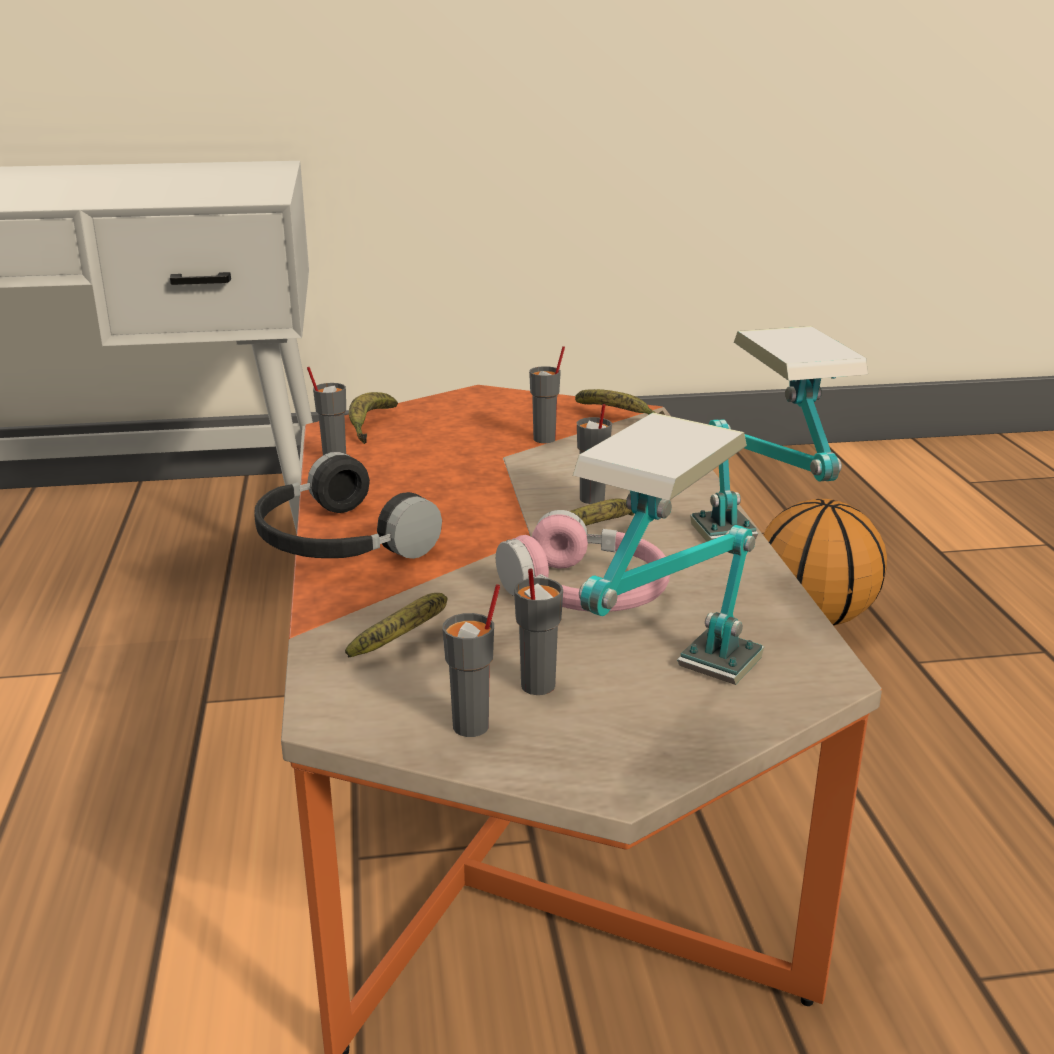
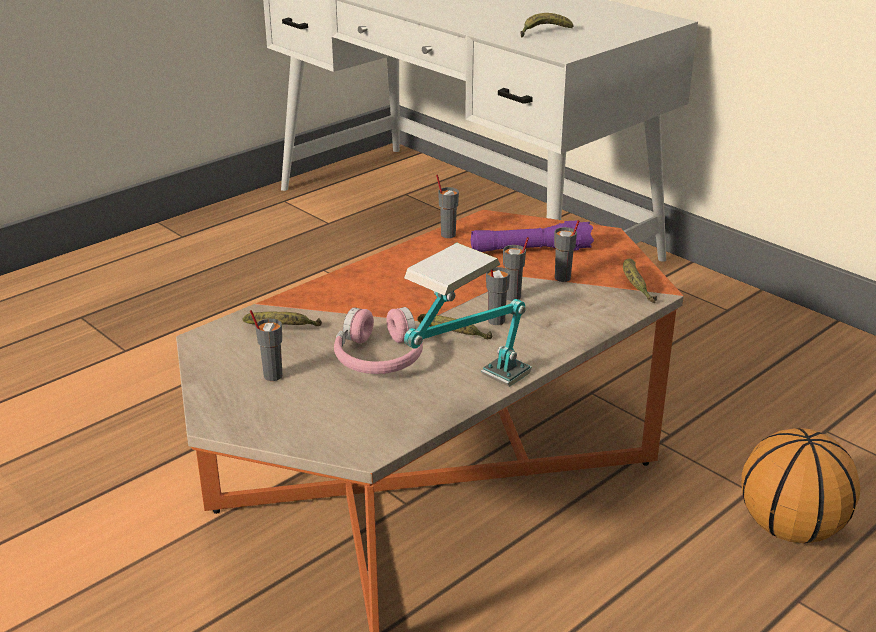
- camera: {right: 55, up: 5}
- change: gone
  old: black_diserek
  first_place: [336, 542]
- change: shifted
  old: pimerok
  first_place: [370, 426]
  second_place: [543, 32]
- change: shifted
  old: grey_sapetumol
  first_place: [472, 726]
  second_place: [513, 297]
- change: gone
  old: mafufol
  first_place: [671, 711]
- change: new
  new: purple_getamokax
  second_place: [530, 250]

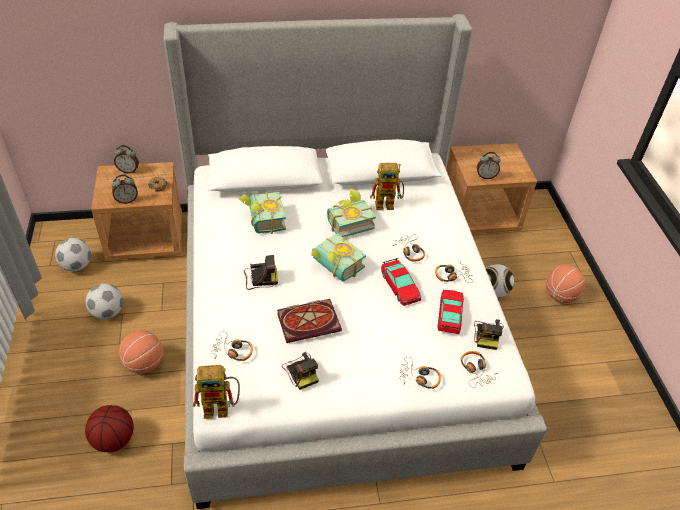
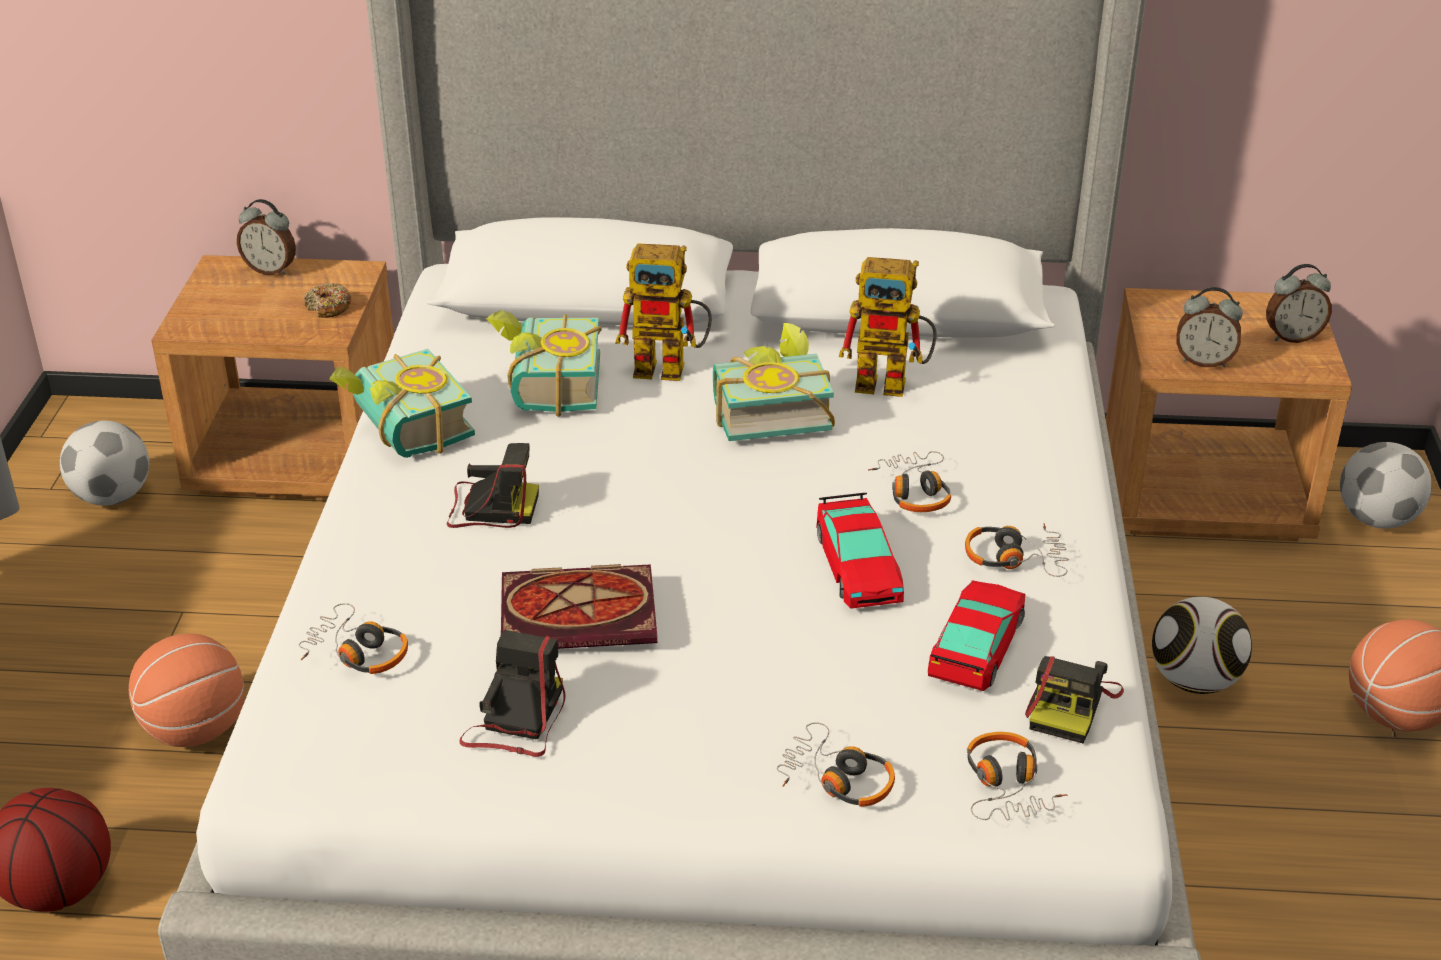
- camera: {right: 15, up: -10}
- change: shifted
  old: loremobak
  first_place: [108, 312]
  second_place: [1376, 519]
- change: shifted
  old: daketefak
  first_place: [127, 200]
  second_place: [1292, 337]
- change: shifted
  old: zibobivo
  first_place: [222, 407]
  second_place: [671, 368]
- change: rotated
  old: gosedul
  first_place: [301, 371]
  second_place: [517, 721]
  degrees: -150
- change: shifted
  old: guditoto
  first_place: [334, 268]
  second_place: [402, 432]

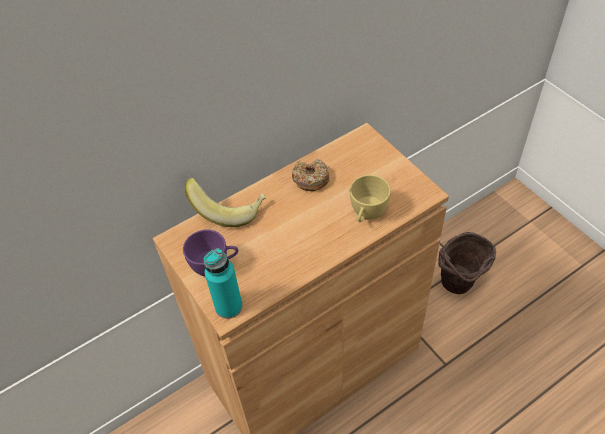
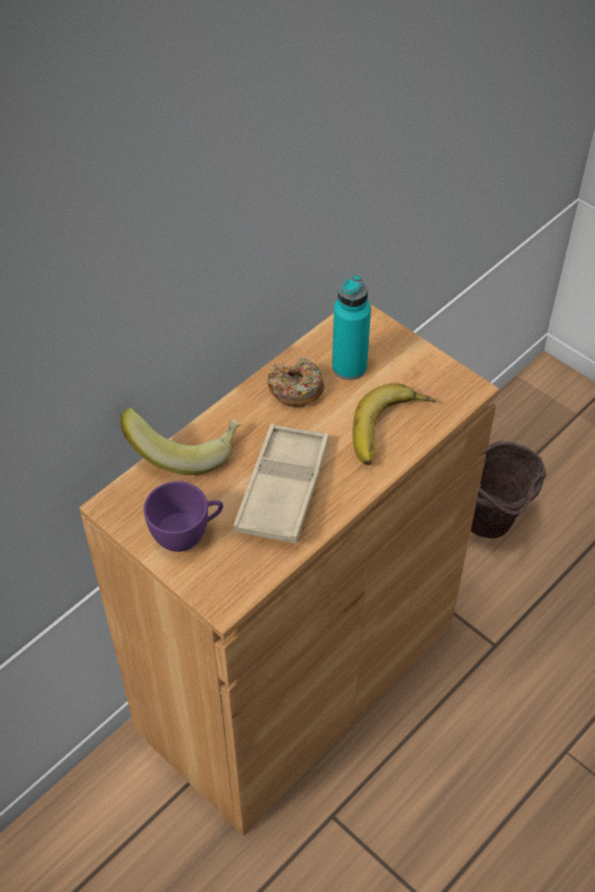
- camera: {right: -15, up: 0}
- change: shifted
  old: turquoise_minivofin
  first_place: [228, 306]
  second_place: [349, 367]
- change: swapped
  old: yellow_sapetumol
  new: pimerok
  first_place: [367, 215]
  second_place: [391, 430]
- change: new
  new: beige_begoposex
  second_place: [283, 489]

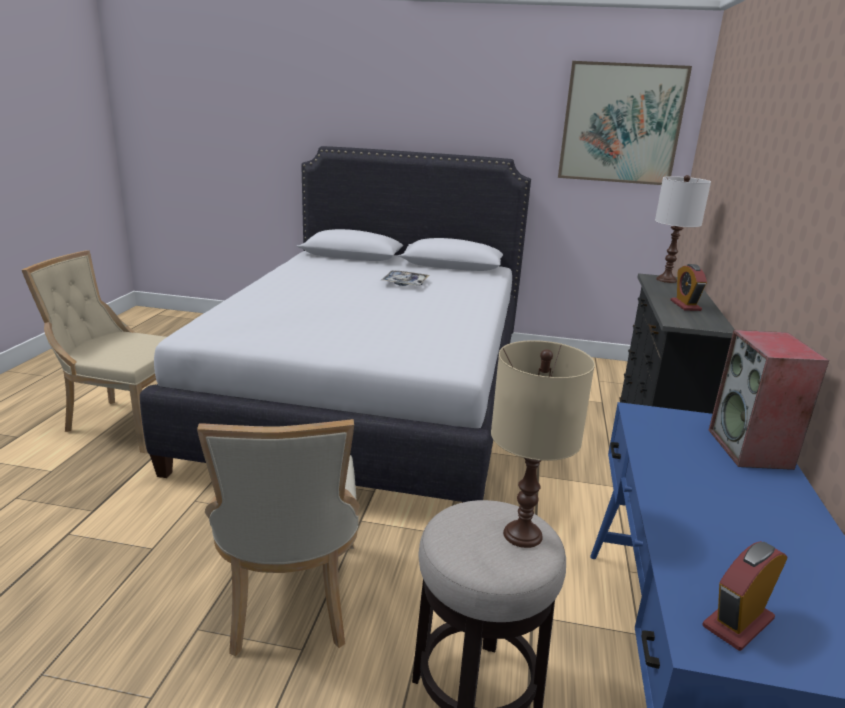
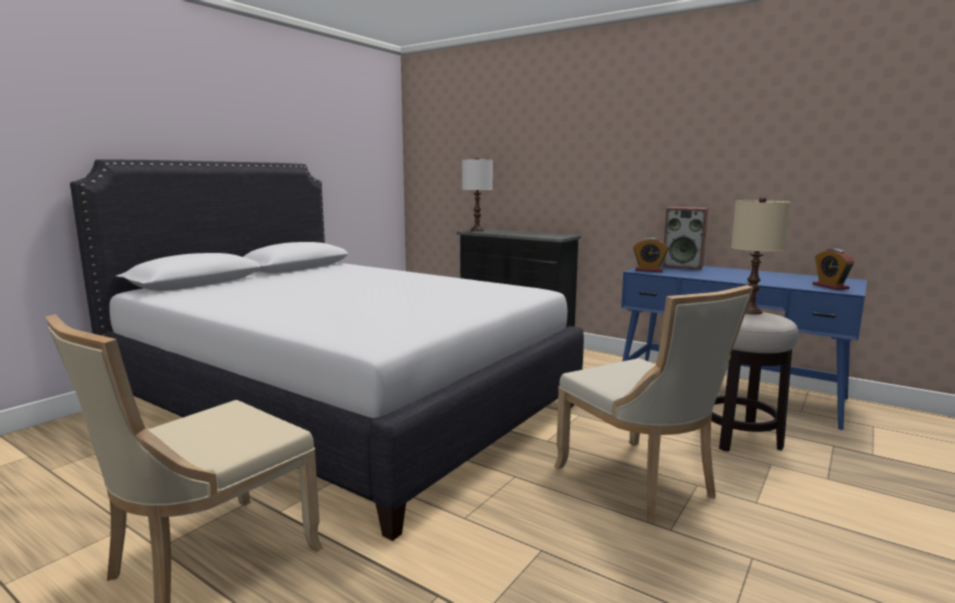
- camera: {right: -65, up: -10}
- change: rotated
  old: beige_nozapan
  first_place: [290, 600]
  second_place: [641, 482]
  degrees: 45
- change: gone
  old: begoposex
  first_place: [405, 283]
- change: gone
  old: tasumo
  first_place: [621, 124]
- change: shifted
  old: daketefak
  first_place: [685, 305]
  second_place: [649, 270]

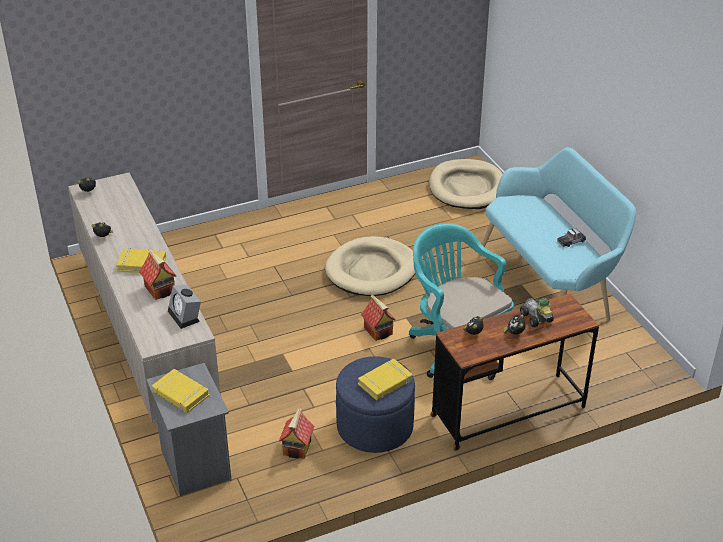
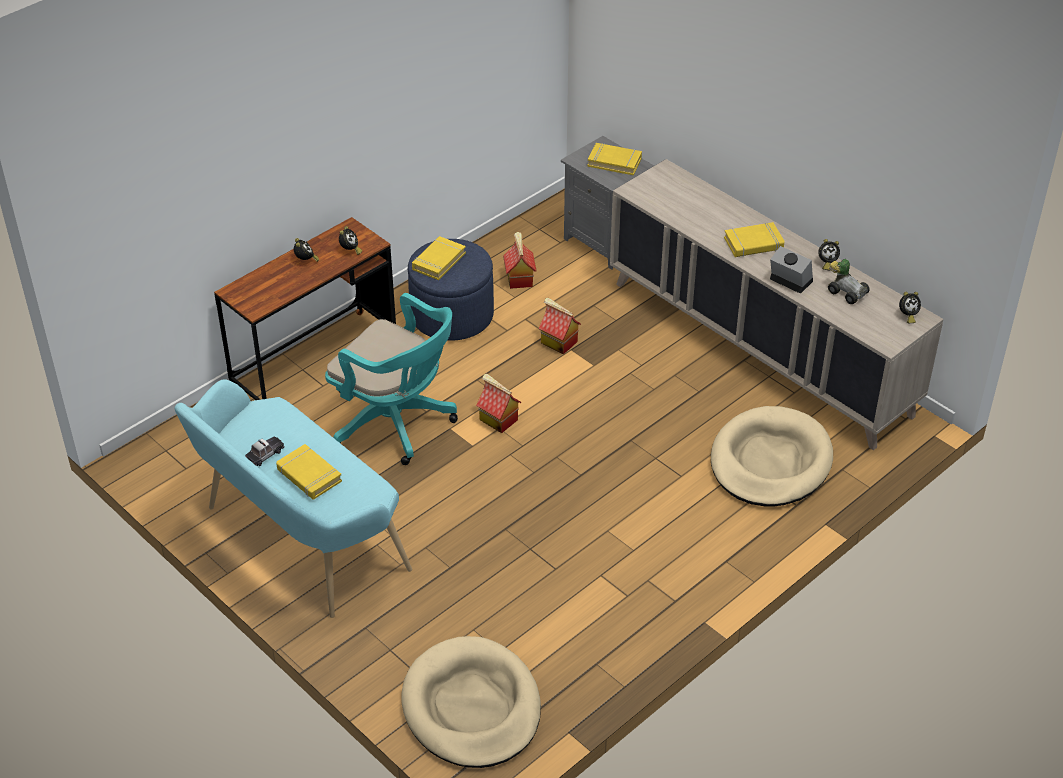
- camera: {right: 160, up: 5}
- change: shifted
  old: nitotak
  first_place: [160, 289]
  second_place: [558, 342]
- change: shifted
  old: daketefak
  first_place: [185, 316]
  second_place: [789, 281]
- change: shifted
  old: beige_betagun
  first_place: [372, 270]
  second_place: [770, 461]
- change: shifted
  old: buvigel
  first_place: [536, 319]
  second_place: [846, 291]
- change: new
  new: yellow_guditoto
  second_place: [309, 475]

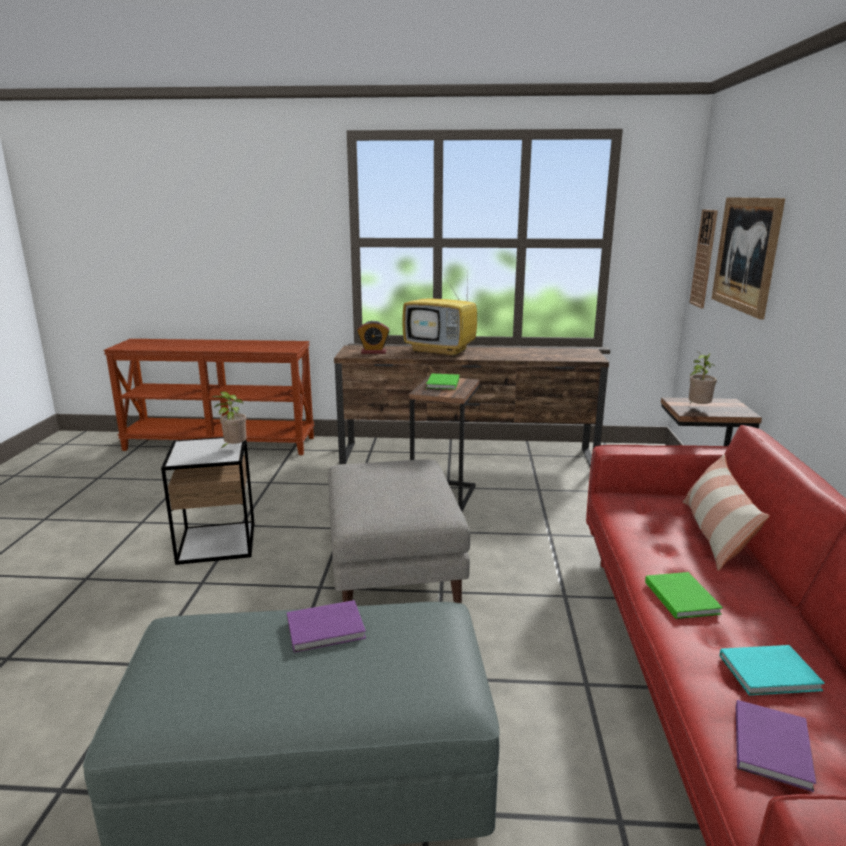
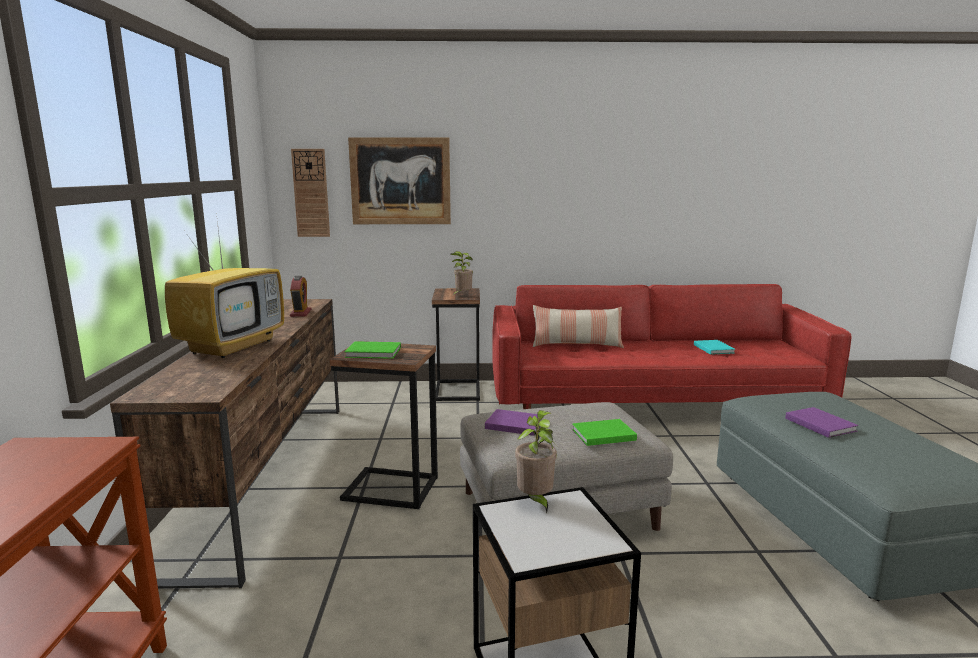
- camera: {right: -95, up: -5}
- change: shifted
  old: daketefak
  first_place: [373, 352]
  second_place: [300, 313]
- change: shifted
  old: green_guditoto
  first_place: [681, 596]
  second_place: [601, 434]
- change: shifted
  old: purple_guditoto
  first_place: [773, 745]
  second_place: [513, 424]

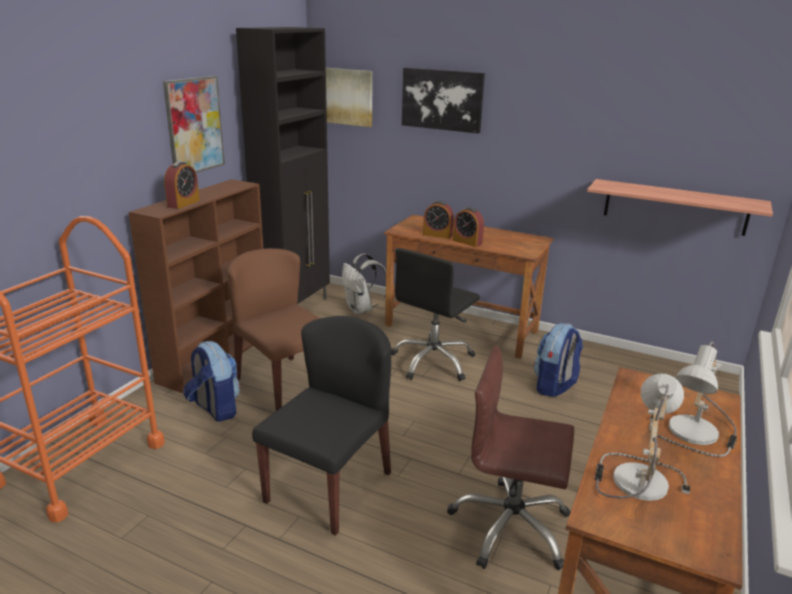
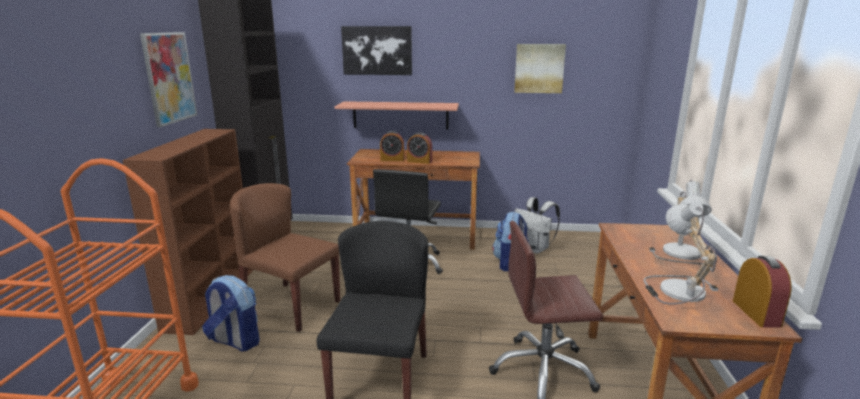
- camera: {right: -20, up: -5}
- change: shifted
  old: daketefak
  first_place: [183, 203]
  second_place: [756, 313]
- change: shifted
  old: tasumo
  first_place: [349, 97]
  second_place: [539, 68]
- change: shifted
  old: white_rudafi
  first_place: [361, 309]
  second_place: [534, 249]
- change: shifted
  old: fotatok
  first_place: [675, 207]
  second_place: [400, 115]

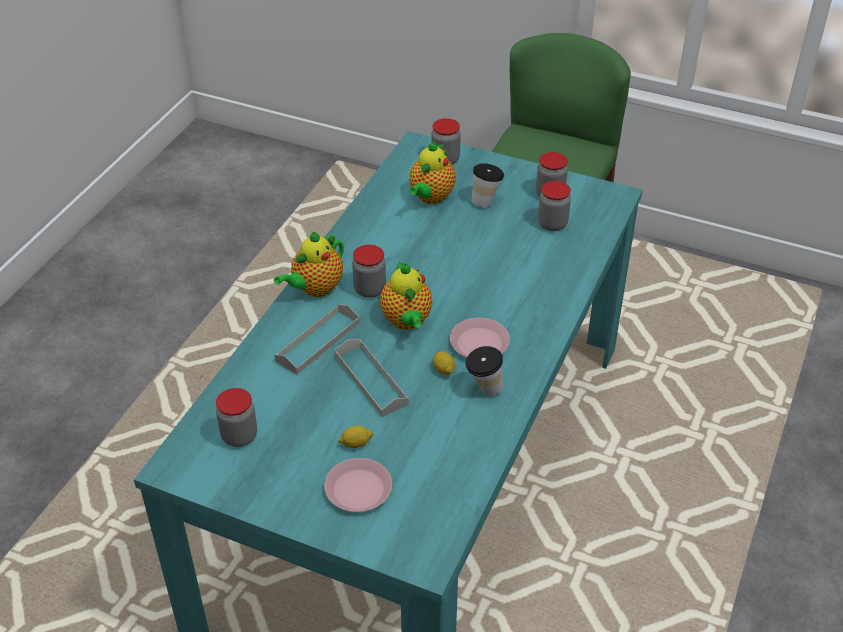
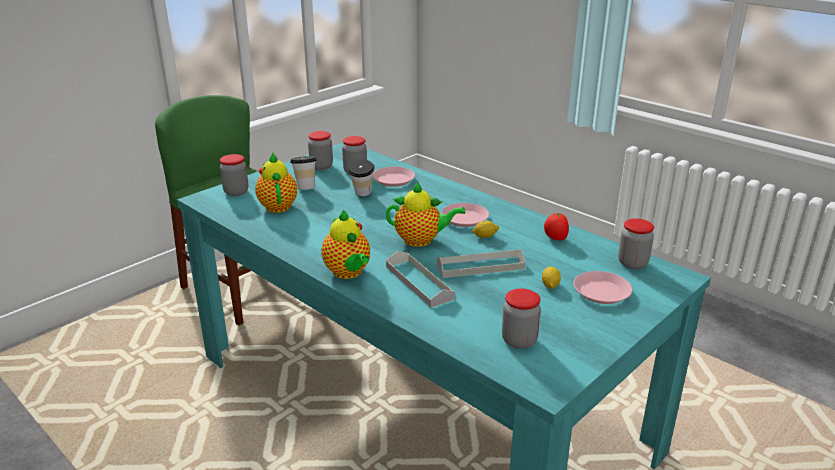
- camera: {right: -70, up: -15}
- change: shifted
  old: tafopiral
  first_place: [370, 289]
  second_place: [632, 263]
- change: rotated
  old: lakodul
  first_place: [430, 197]
  second_place: [277, 205]
  degrees: -150
- change: shifted
  old: sapetumol
  first_place: [483, 390]
  second_place: [362, 195]
- change: new
  new: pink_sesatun
  second_place: [393, 180]
- change: new
  new: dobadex
  second_place: [555, 238]

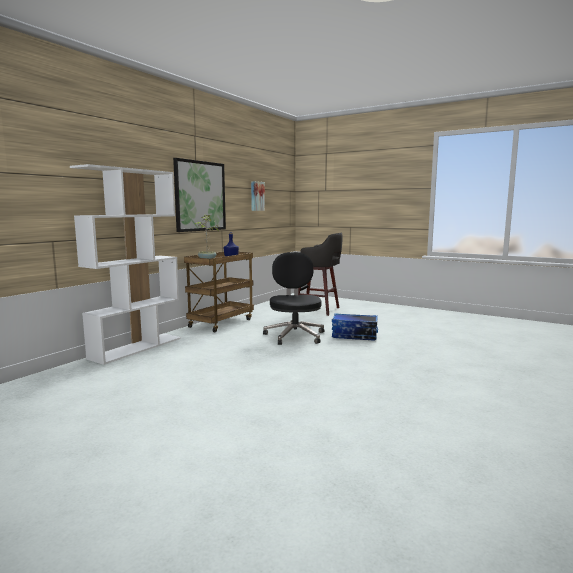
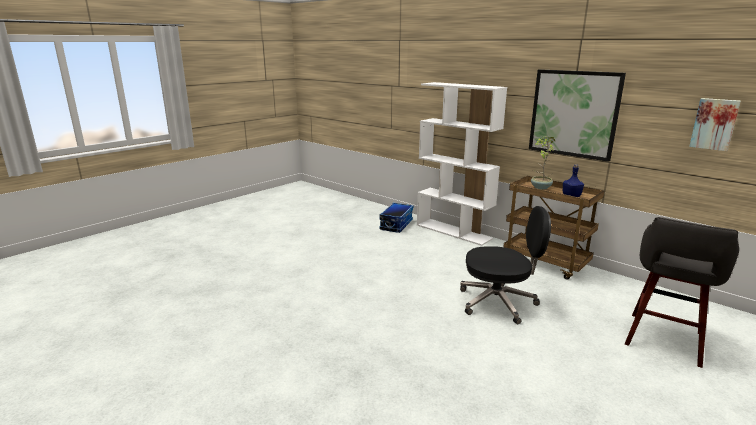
- camera: {right: 100, up: 10}
- change: shifted
  old: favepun
  first_place: [354, 336]
  second_place: [396, 225]

